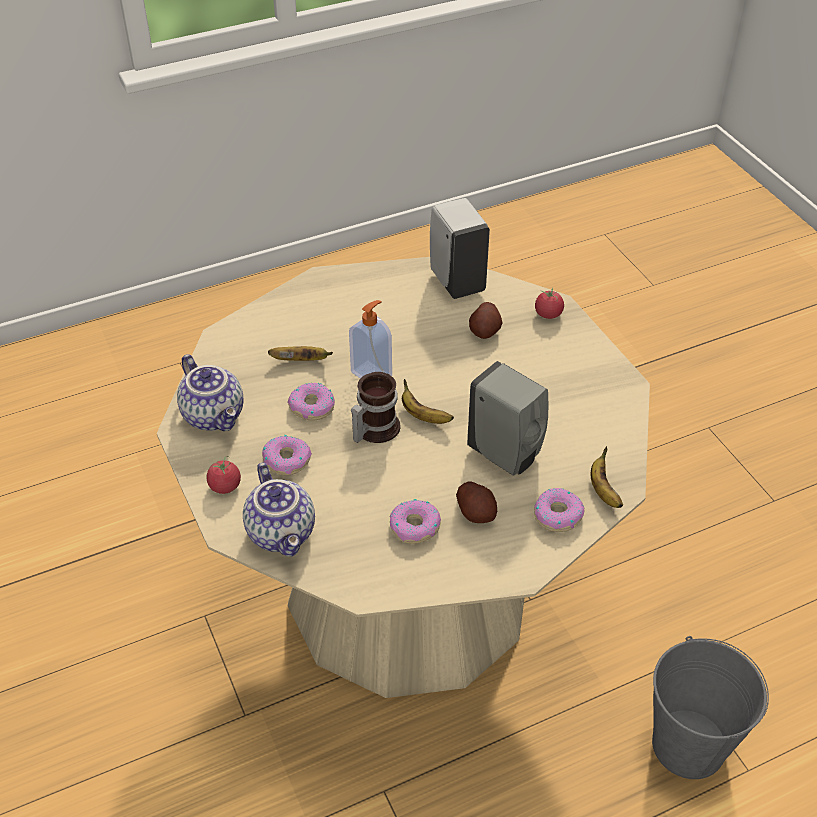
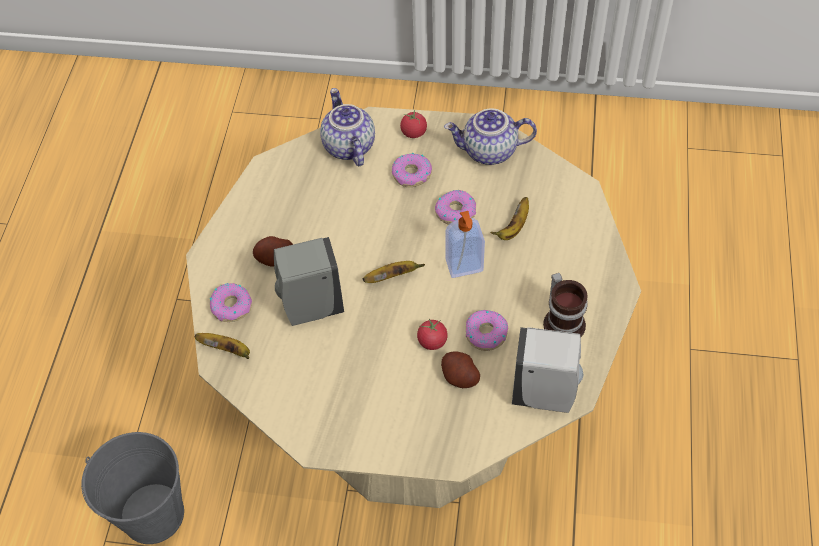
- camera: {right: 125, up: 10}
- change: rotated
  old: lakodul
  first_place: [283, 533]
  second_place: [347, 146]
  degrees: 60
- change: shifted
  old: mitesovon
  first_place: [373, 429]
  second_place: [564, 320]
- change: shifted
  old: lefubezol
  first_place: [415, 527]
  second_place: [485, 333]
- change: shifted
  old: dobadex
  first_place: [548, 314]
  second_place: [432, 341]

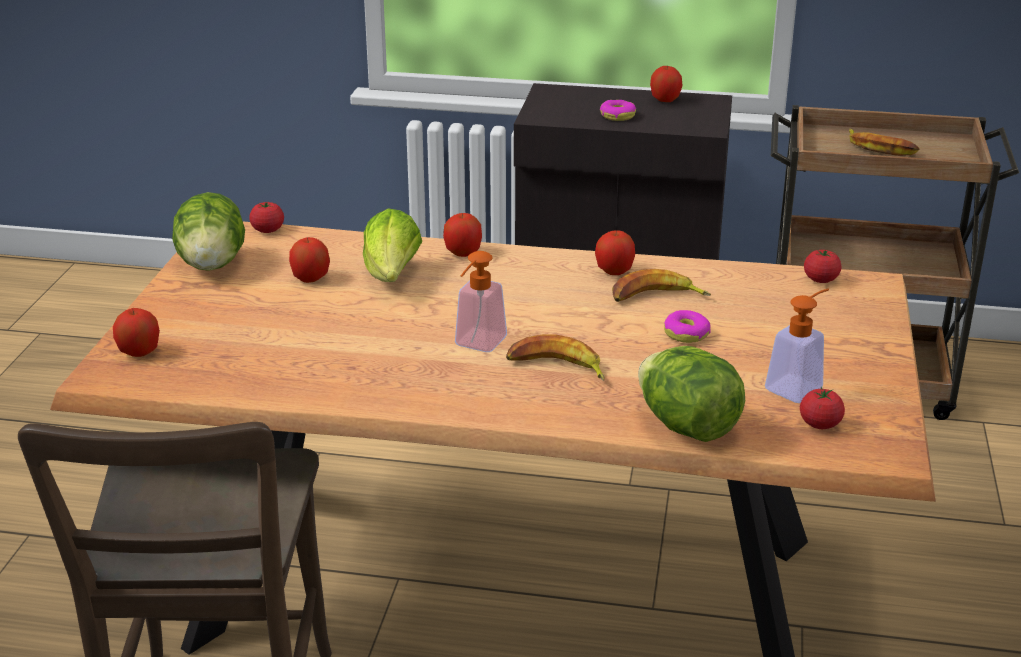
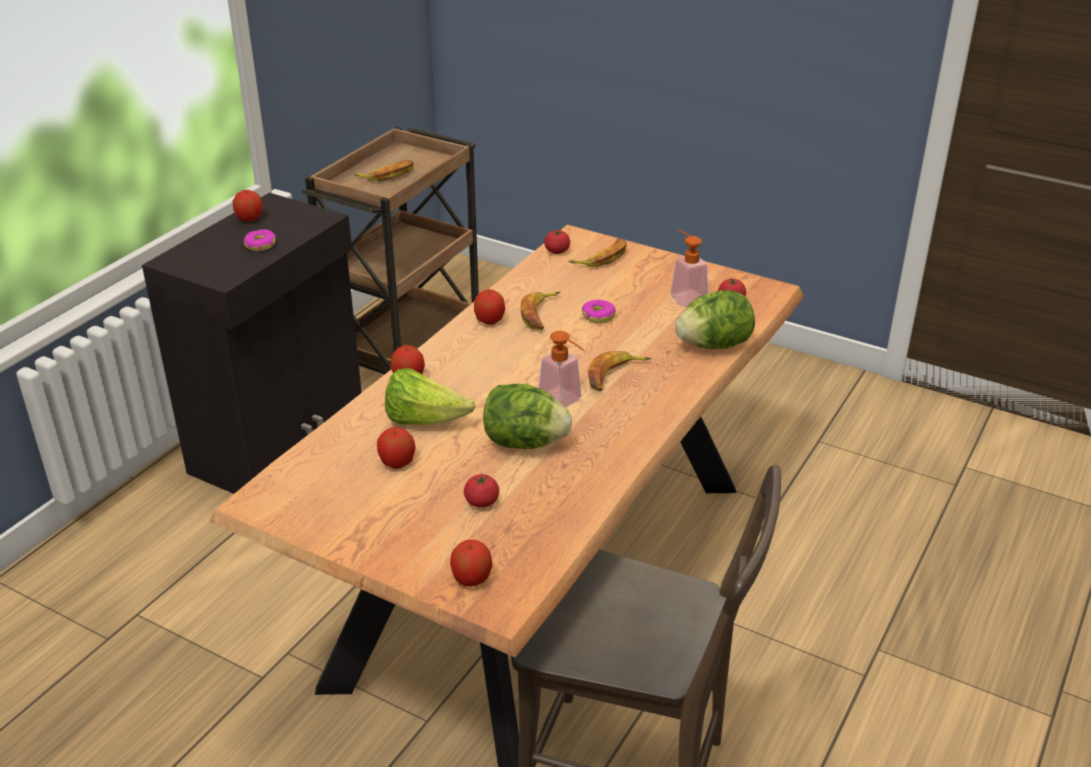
- camera: {right: -70, up: 5}
- change: shifted
  old: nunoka
  first_place: [212, 265]
  second_place: [524, 442]
- change: shifted
  old: dobadex
  first_place: [268, 230]
  second_place: [481, 502]
- change: new
  new: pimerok
  second_place: [602, 258]

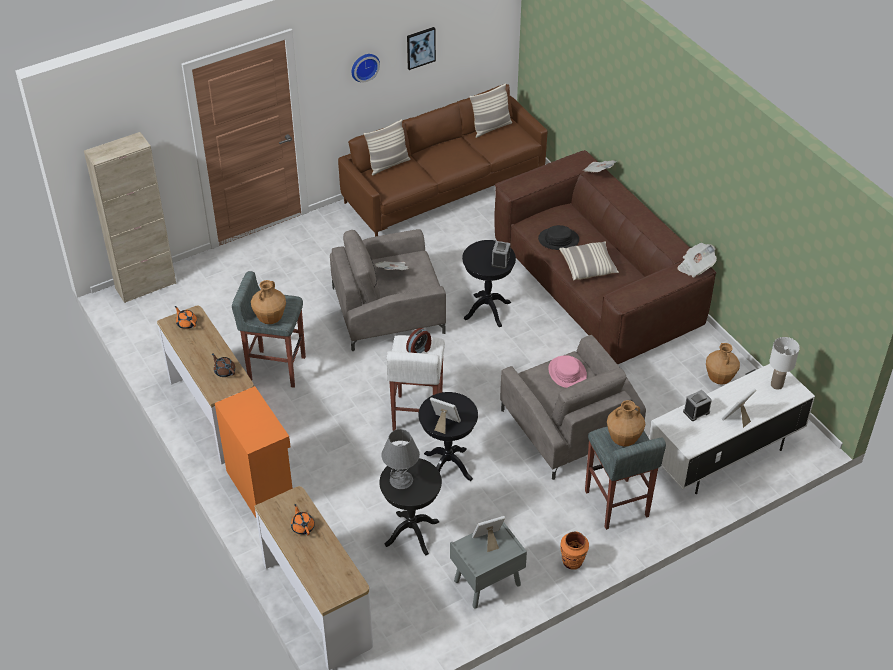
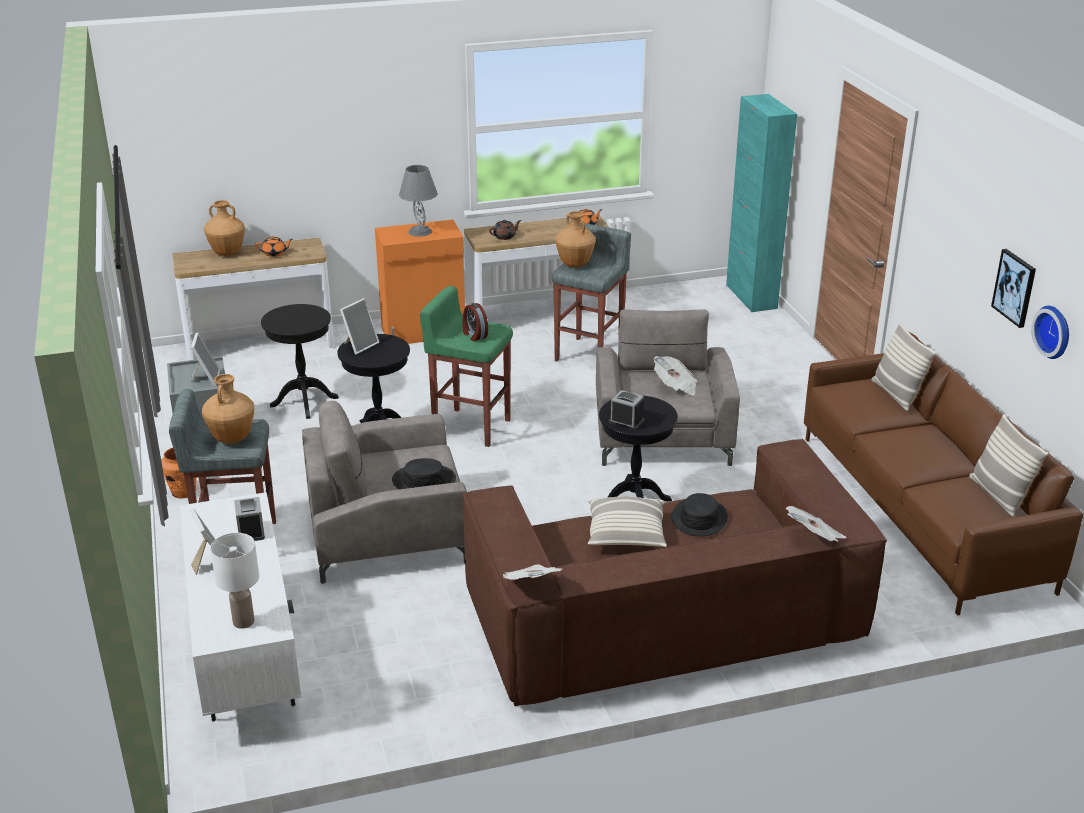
- camera: {right: 105, up: -15}
- change: repainted
  old: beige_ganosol
  new: turquoise_ganosol
  first_place: [146, 286]
  second_place: [751, 297]
- change: shifted
  old: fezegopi
  first_place: [364, 66]
  second_place: [1055, 331]
- change: shifted
  old: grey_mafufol
  first_place: [401, 480]
  second_place: [419, 231]
- change: repainted
  old: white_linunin
  new: green_linunin
  first_place: [416, 415]
  second_place: [471, 427]
- change: repainted
  old: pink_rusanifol
  new: black_rusanifol
  first_place: [567, 372]
  second_place: [424, 480]
- change: shifted
  old: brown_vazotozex
  first_place: [719, 379]
  second_place: [227, 253]

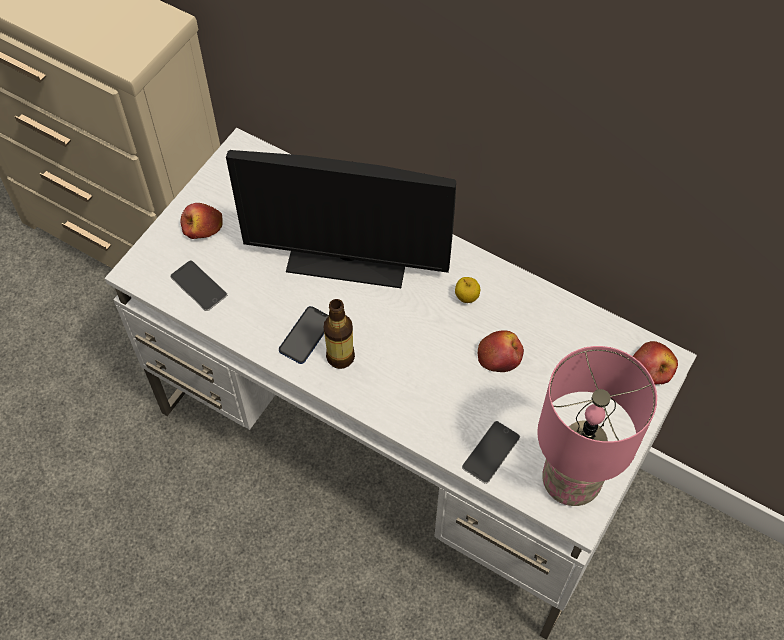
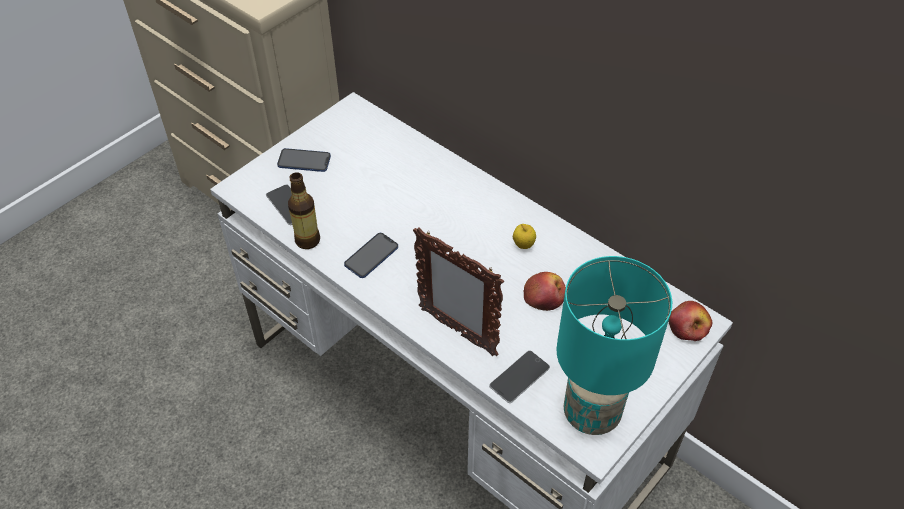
- camera: {right: 10, up: -10}
- change: swapped
  old: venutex
  new: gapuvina
  first_place: [203, 227]
  second_place: [304, 161]
- change: gone
  old: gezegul
  first_place: [348, 258]
- change: shifted
  old: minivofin
  first_place: [340, 357]
  second_place: [307, 240]
- change: repainted
  old: pink_mafufol
  new: turquoise_mafufol
  first_place: [569, 480]
  second_place: [590, 412]
- change: new
  new: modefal
  second_place: [457, 331]

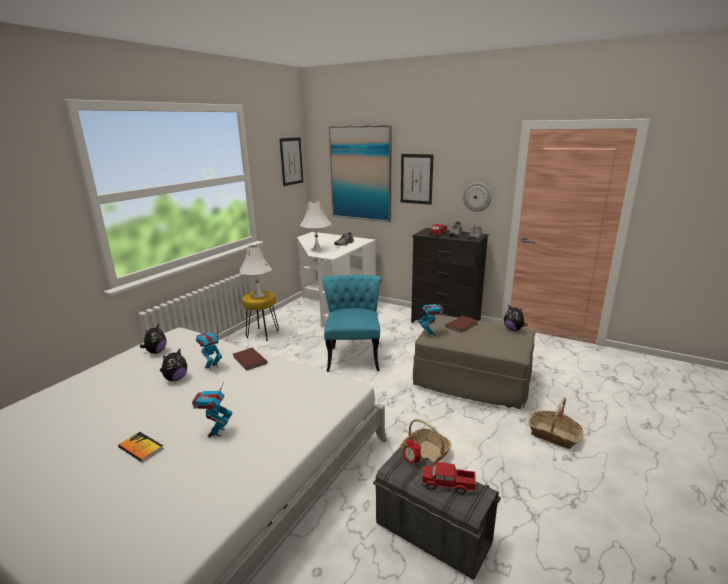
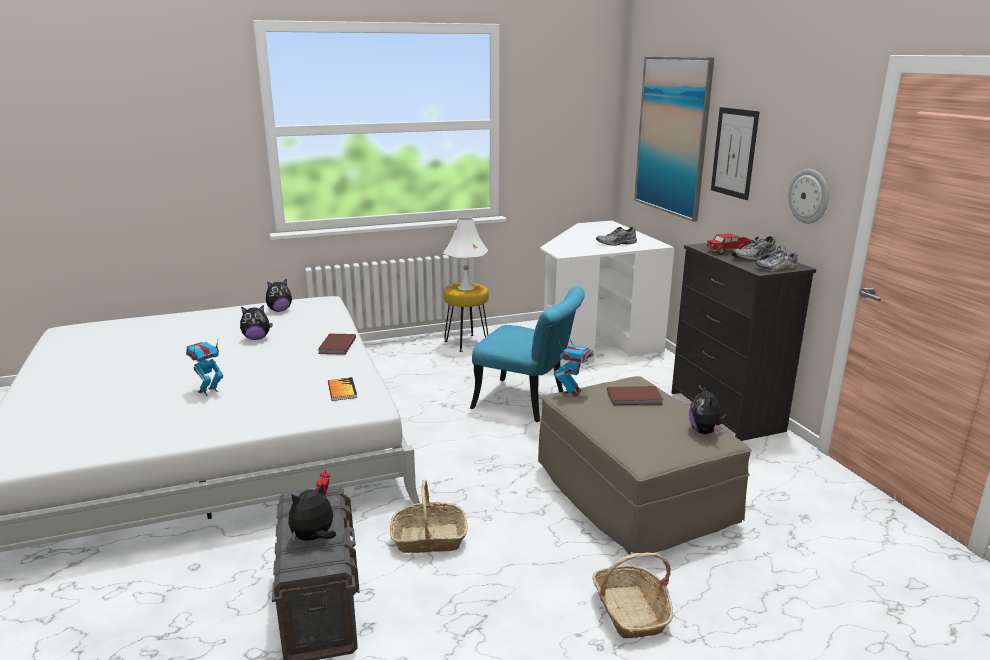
- camera: {right: 40, up: 0}
- change: shifted
  old: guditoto
  first_place: [141, 448]
  second_place: [342, 390]
- change: gone
  old: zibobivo
  first_place: [212, 367]
- change: gone
  old: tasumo
  first_place: [291, 161]
- change: gone
  old: white_mafufol
  first_place: [317, 249]
- change: rotated
  old: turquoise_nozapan
  first_place: [353, 355]
  second_place: [528, 402]
  degrees: 75
- change: swapped
  old: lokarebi
  new: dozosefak
  first_place: [448, 485]
  second_place: [314, 538]

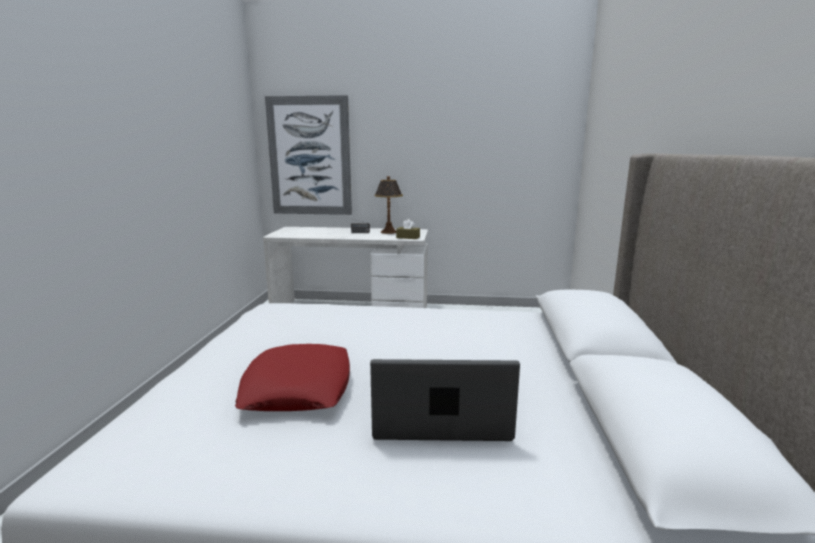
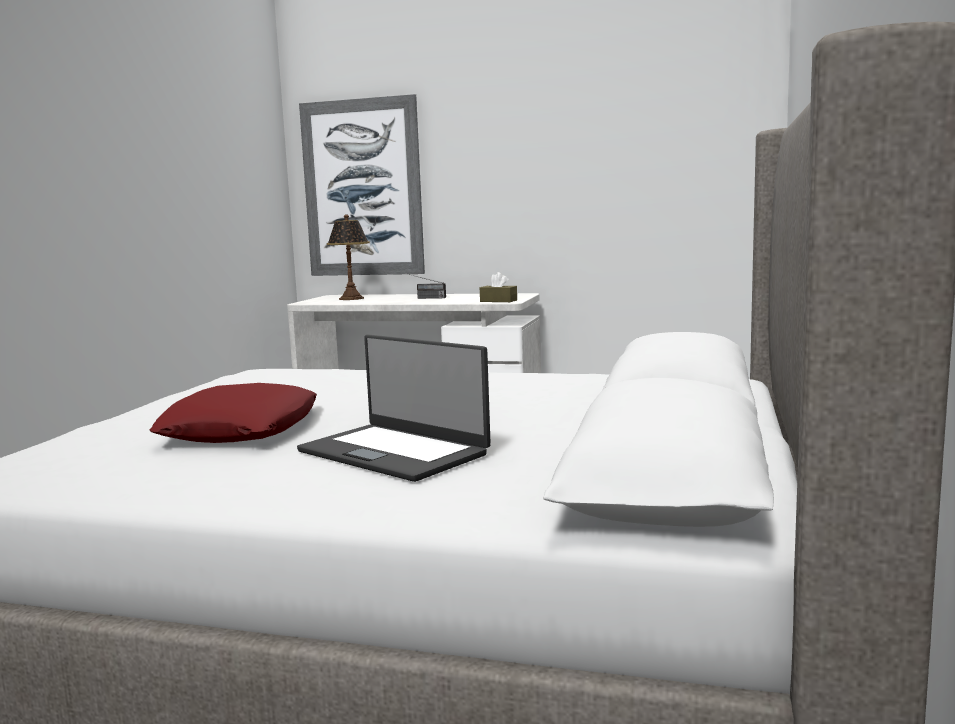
- camera: {right: 10, up: -5}
- change: rotated
  old: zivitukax
  first_place: [441, 420]
  second_place: [394, 452]
  degrees: -150
- change: shifted
  old: mafufol
  first_place: [388, 232]
  second_place: [351, 298]

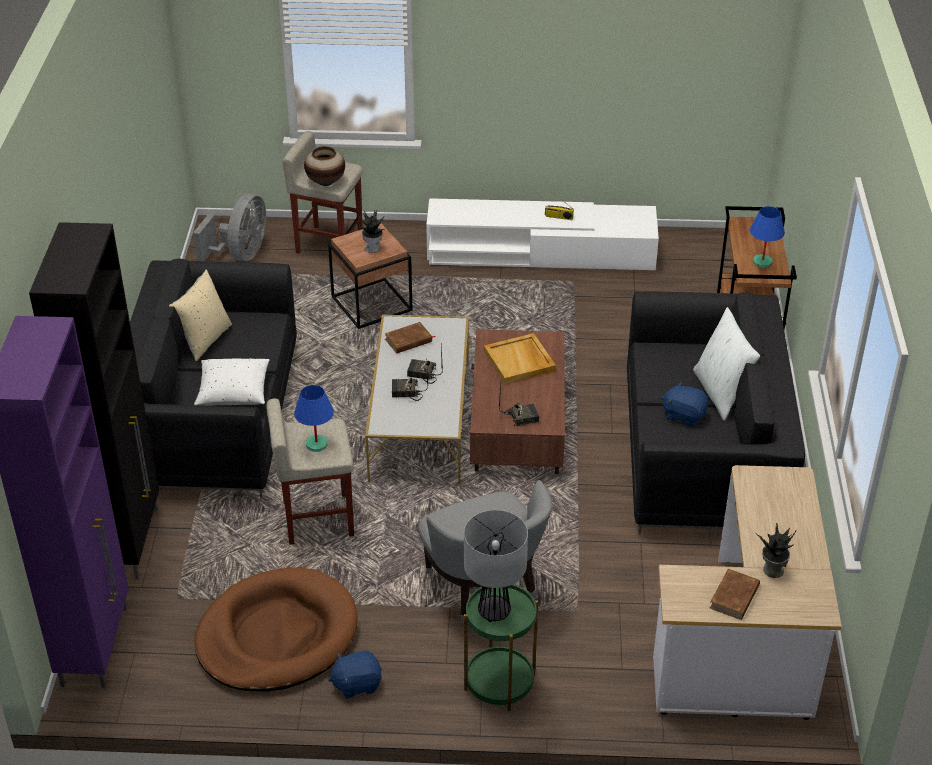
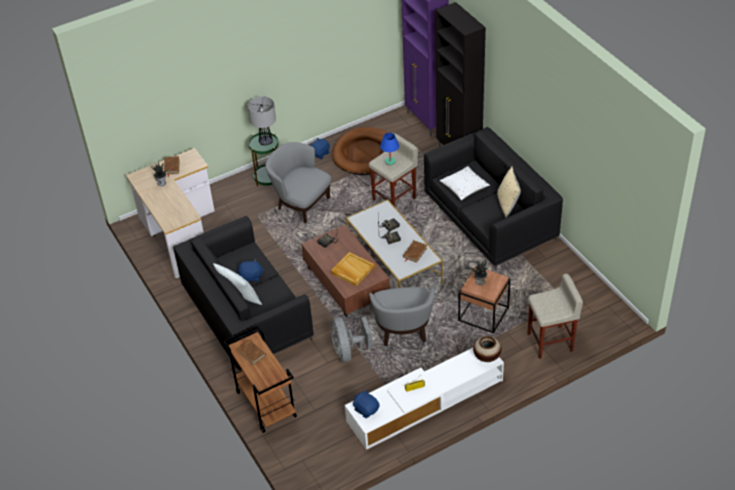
- camera: {right: 150, up: 5}
- change: shifted
  old: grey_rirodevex
  first_place: [240, 255]
  second_place: [348, 351]
- change: shifted
  old: vazotozex
  first_place: [325, 181]
  second_place: [487, 357]
- change: swapped
  old: blue_mafufol
  new: brown_guditoto
  first_place: [762, 262]
  second_place: [251, 353]
- change: new
  new: blue_dozosefak
  second_place: [366, 409]
- change: new
  new: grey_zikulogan
  second_place: [403, 334]

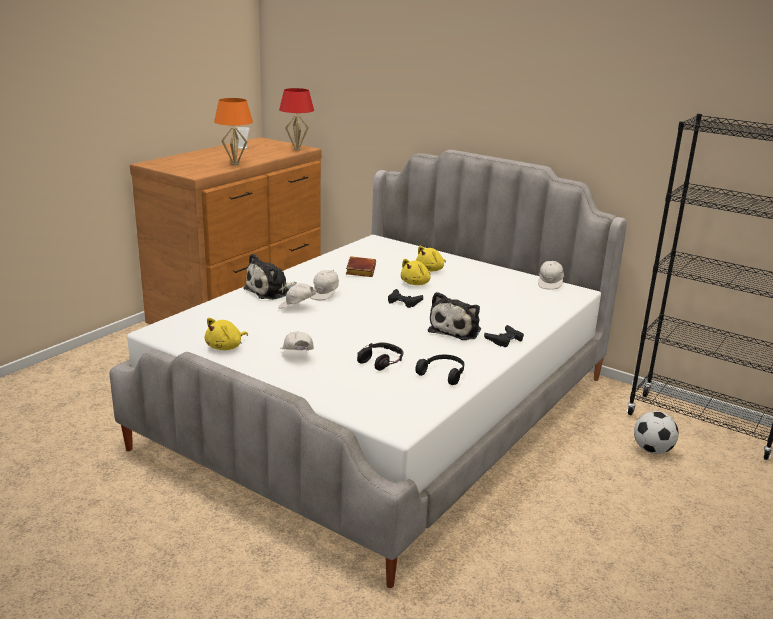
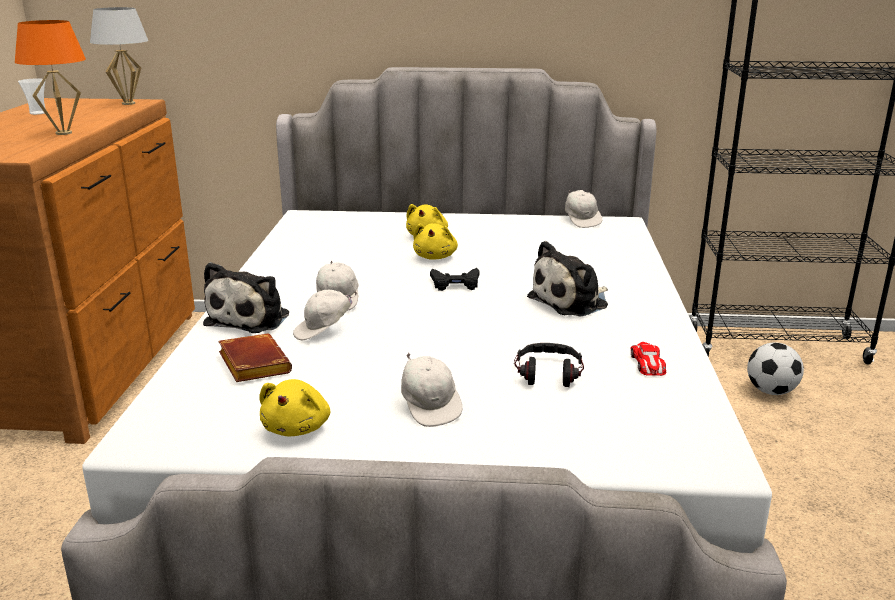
- camera: {right: -30, up: 0}
- change: repainted
  old: red_mafufol
  new: white_mafufol
  first_place: [297, 148]
  second_place: [128, 103]
- change: rotated
  old: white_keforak
  first_place: [297, 357]
  second_place: [430, 407]
  degrees: -150
- change: shifted
  old: brown_guditoto
  first_place: [359, 270]
  second_place: [251, 364]
- change: swapped
  old: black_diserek
  new: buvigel
  first_place: [443, 373]
  second_place: [647, 364]
- change: rotated
  old: dozosefak
  first_place: [456, 330]
  second_place: [572, 301]
  degrees: 60
- change: gone
  old: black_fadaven
  first_place: [504, 339]

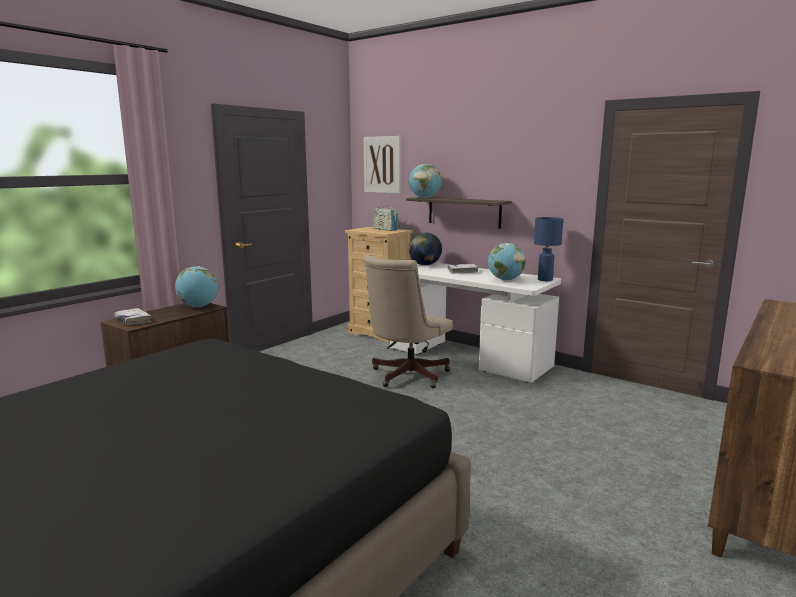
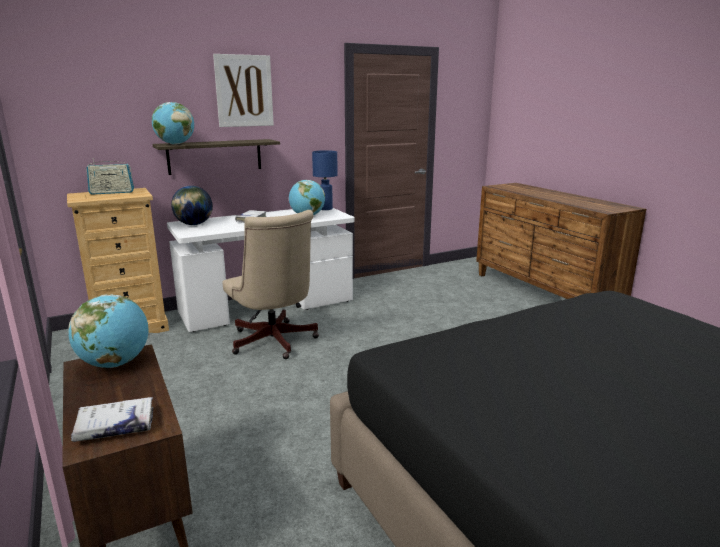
- camera: {right: -65, up: 5}
- change: shifted
  old: tasumo
  first_place: [382, 164]
  second_place: [244, 91]

